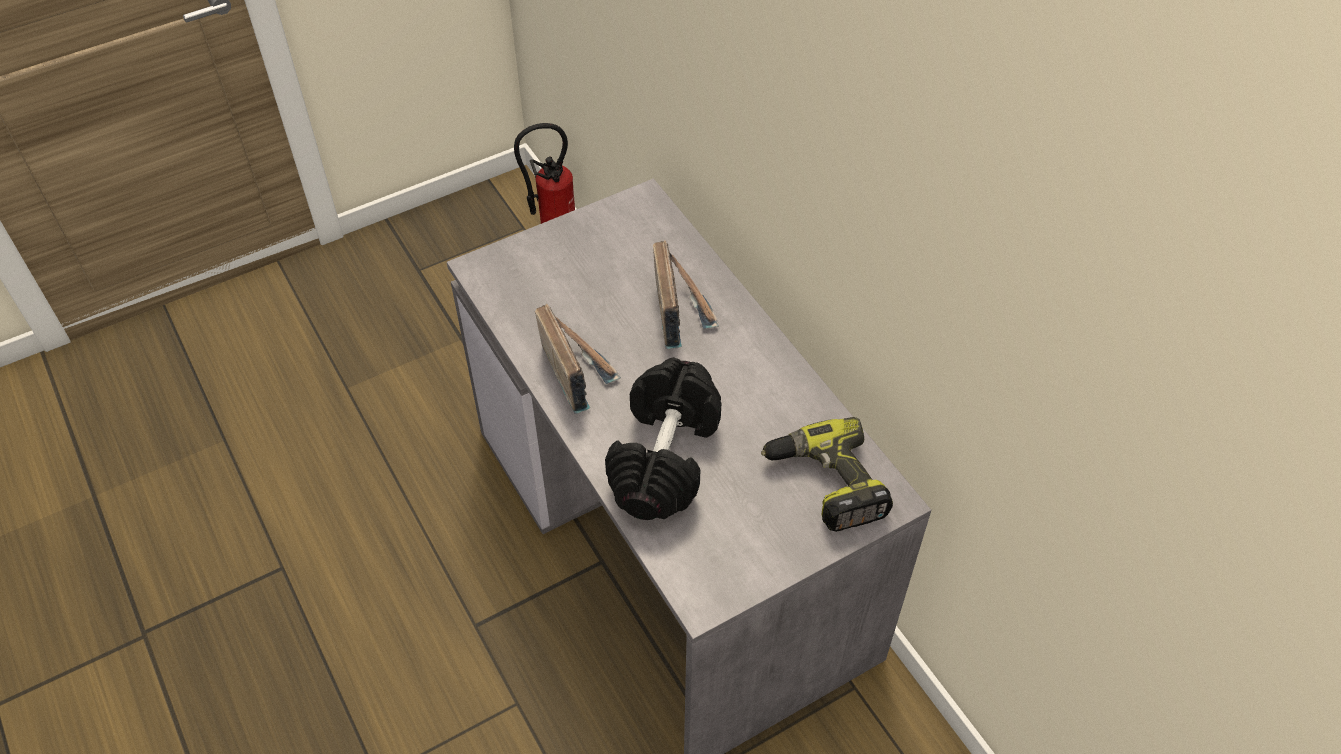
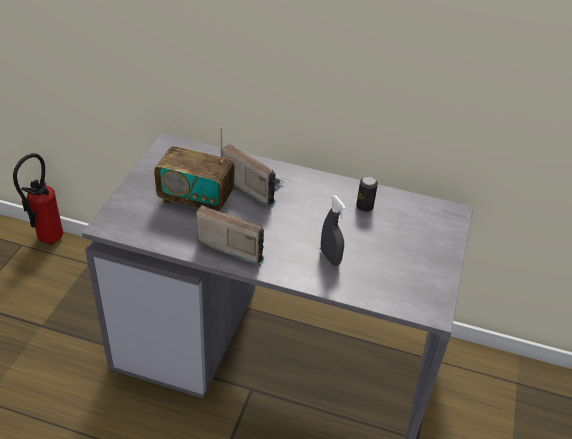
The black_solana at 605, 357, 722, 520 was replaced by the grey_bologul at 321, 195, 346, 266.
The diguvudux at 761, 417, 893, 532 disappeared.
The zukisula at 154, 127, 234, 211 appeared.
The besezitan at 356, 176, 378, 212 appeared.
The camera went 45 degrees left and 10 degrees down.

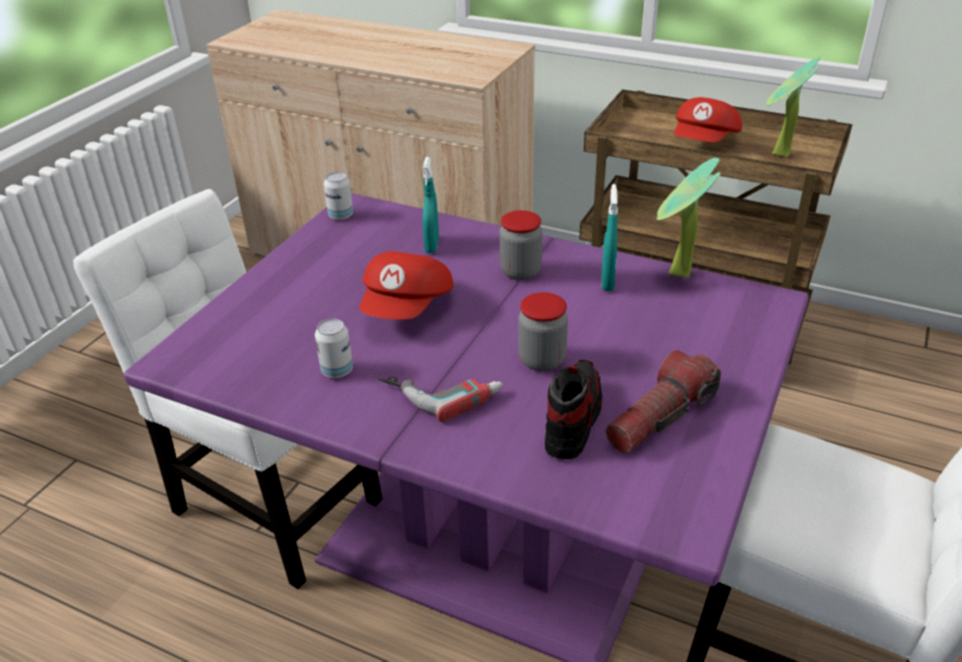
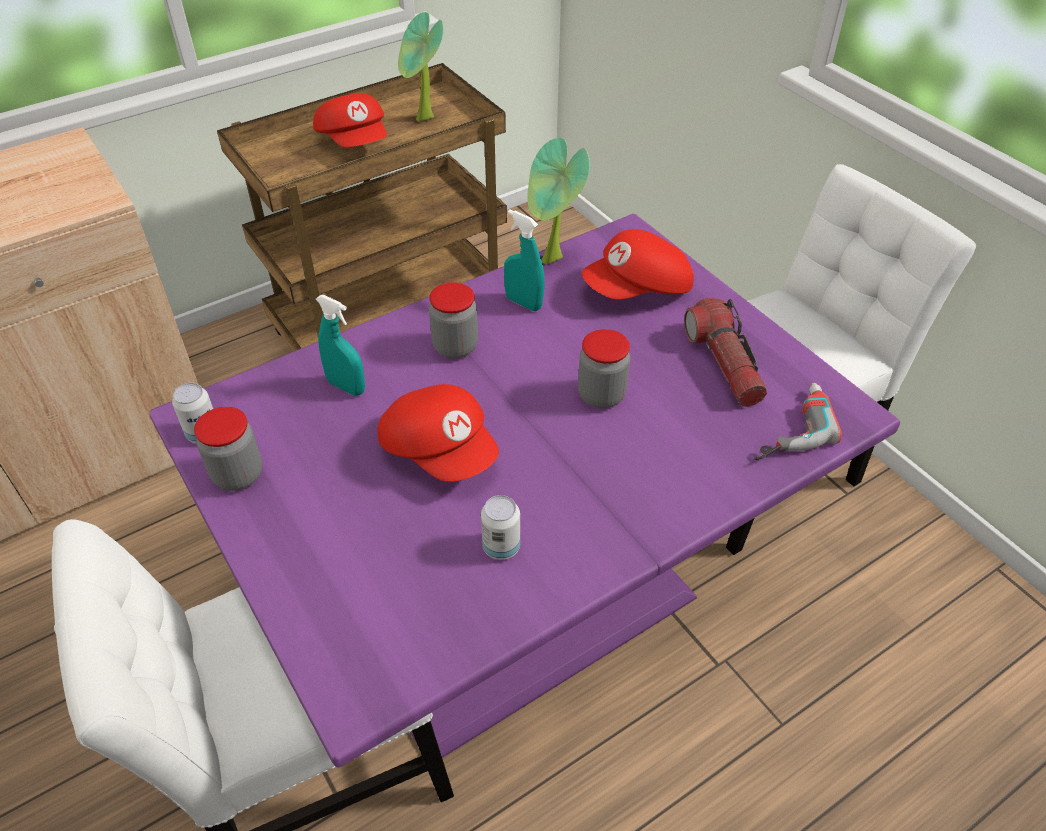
The diguvudux moved from 377, 376, 503, 422 to 754, 383, 842, 460.
The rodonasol at 545, 360, 602, 459 disappeared.
The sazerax at 194, 407, 262, 491 appeared.
The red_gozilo at 582, 229, 694, 300 appeared.
The camera went 60 degrees left and 10 degrees up.

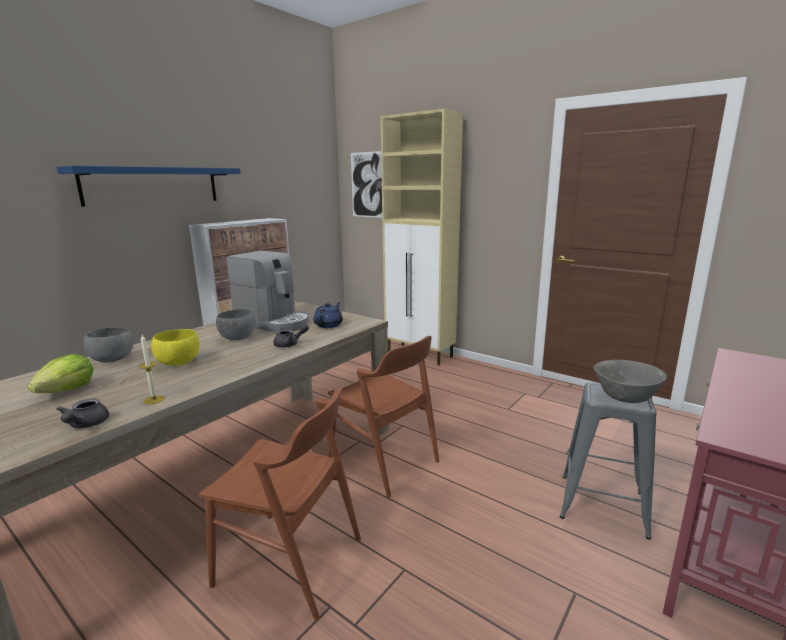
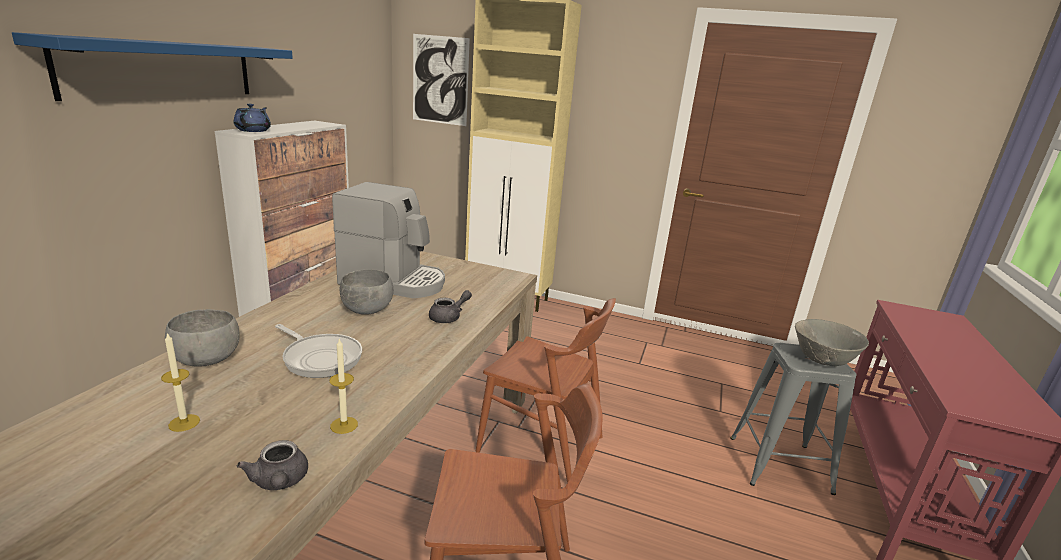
The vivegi at 28, 354, 94, 393 was replaced by the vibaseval at 161, 332, 200, 432.
The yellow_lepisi at 151, 329, 199, 366 was replaced by the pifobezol at 275, 324, 362, 378.
The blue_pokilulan moved from 314, 302, 343, 328 to 234, 104, 271, 132.
The camera went 20 degrees left and 5 degrees up.

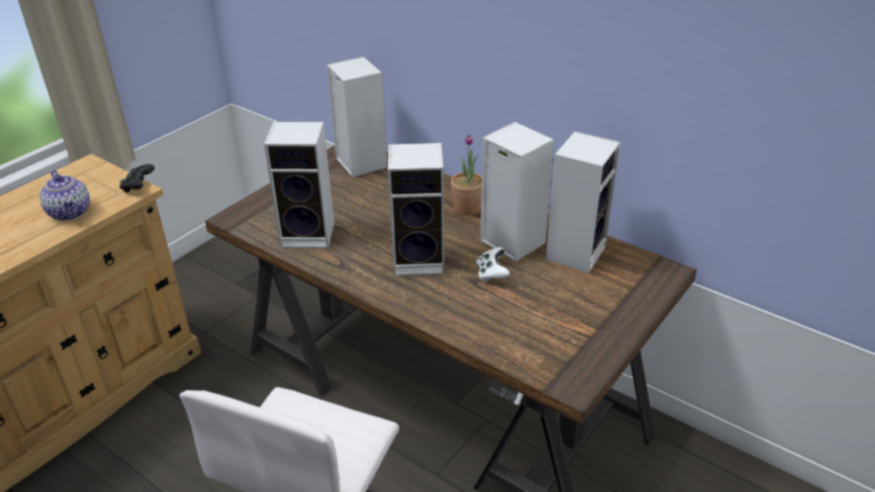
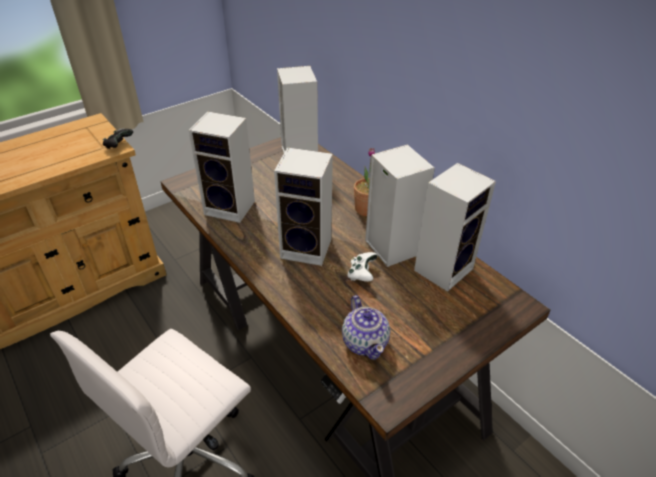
The pokilulan moved from 40, 170, 90, 221 to 342, 295, 390, 360.
The camera went 15 degrees right and 5 degrees up.

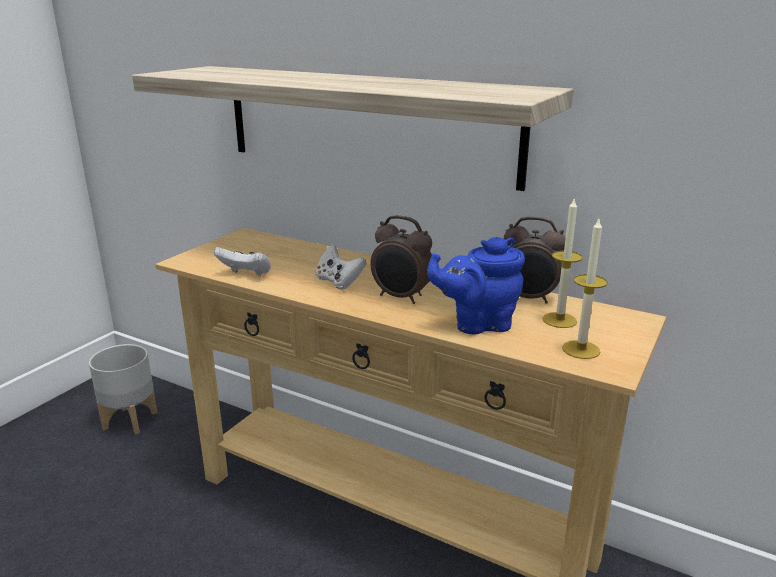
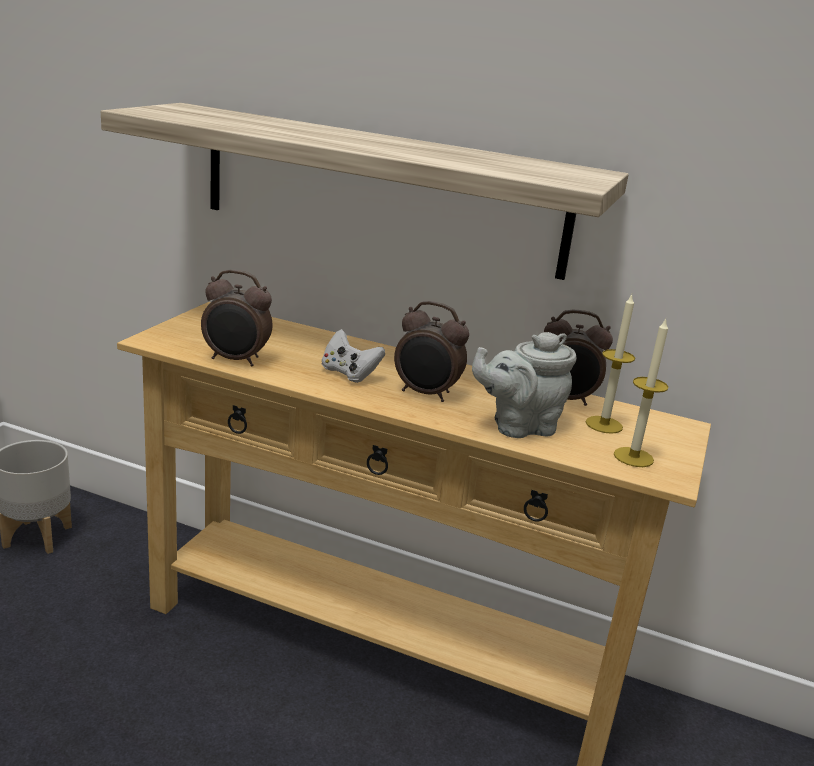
The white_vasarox at 214, 247, 271, 276 was replaced by the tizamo at 201, 270, 272, 366.
The blue_pokilulan at 427, 237, 525, 335 became the grey_pokilulan at 472, 332, 577, 438.
The camera went 10 degrees left and 0 degrees up.

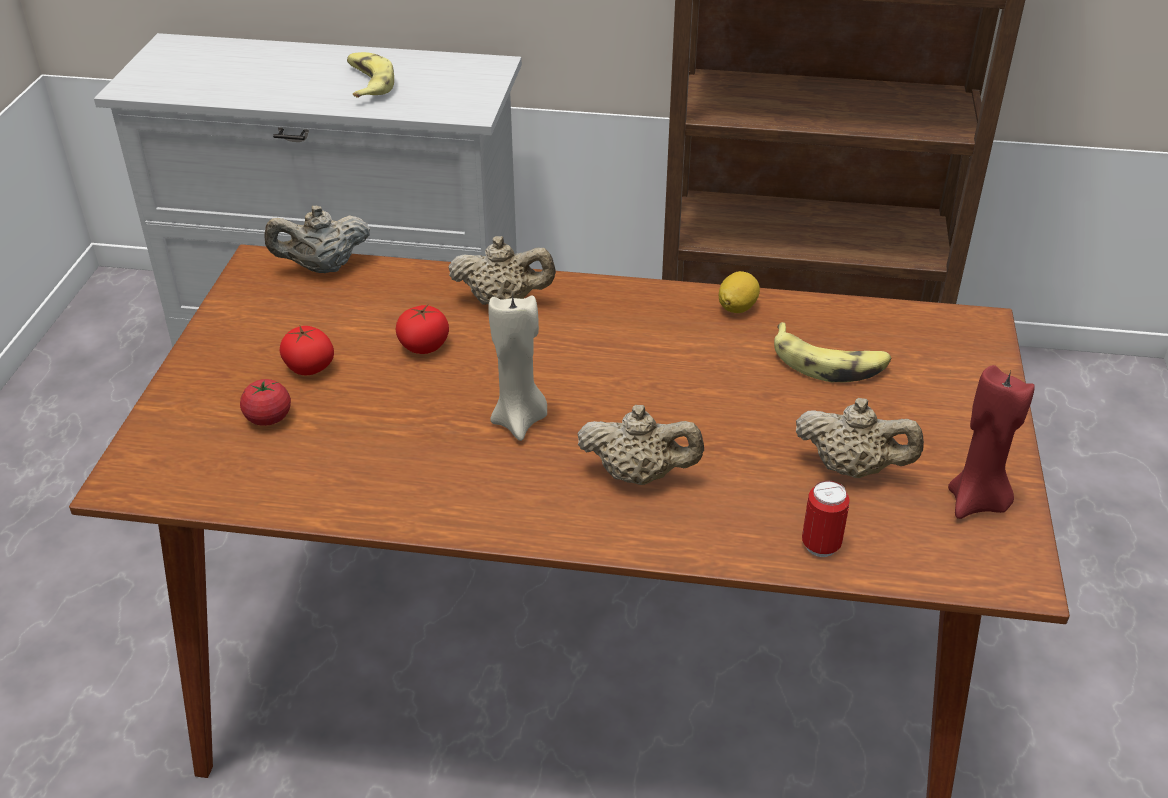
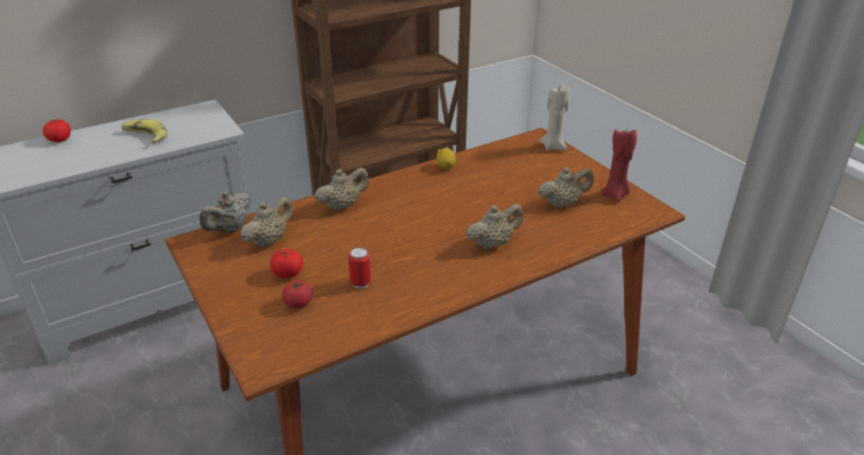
The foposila moved from 396, 305, 449, 354 to 43, 119, 71, 142.
The beige_vibaseval moved from 488, 293, 547, 441 to 539, 85, 570, 151.
The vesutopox at 774, 322, 891, 382 disappeared.
The besezitan moved from 802, 481, 850, 557 to 348, 247, 371, 289.
The beige_pokilulan at 241, 197, 294, 247 appeared.
The camera went 40 degrees left and 5 degrees down.

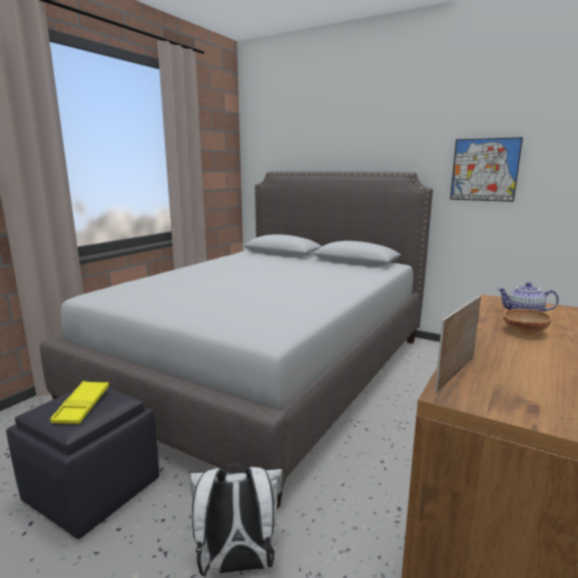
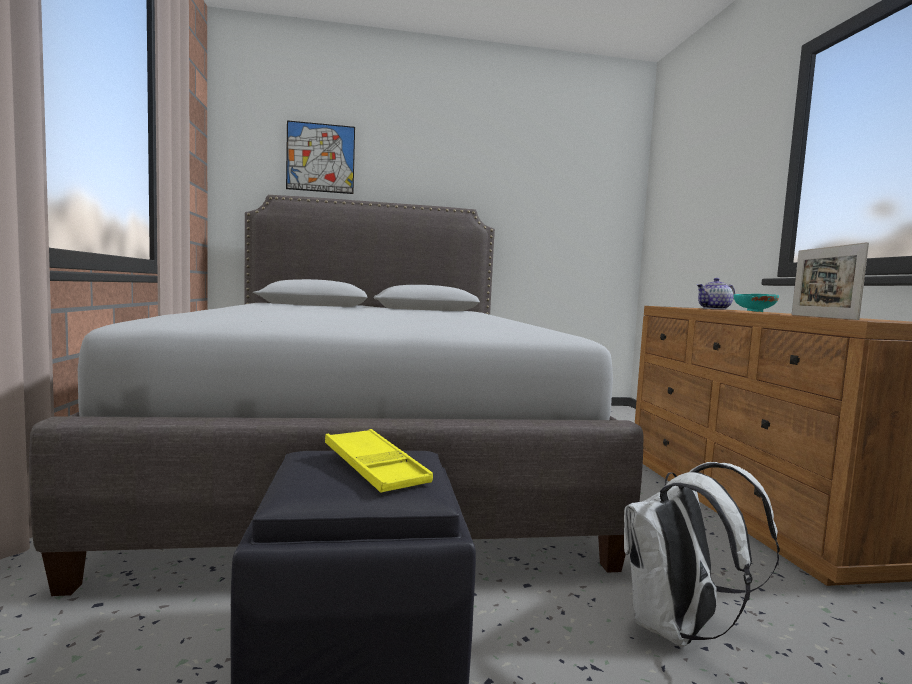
The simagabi moved from 450, 137, 523, 202 to 286, 120, 355, 194.
The brown_lepisi at 503, 309, 552, 335 became the turquoise_lepisi at 734, 294, 779, 312.
The camera went 40 degrees left and 10 degrees down.

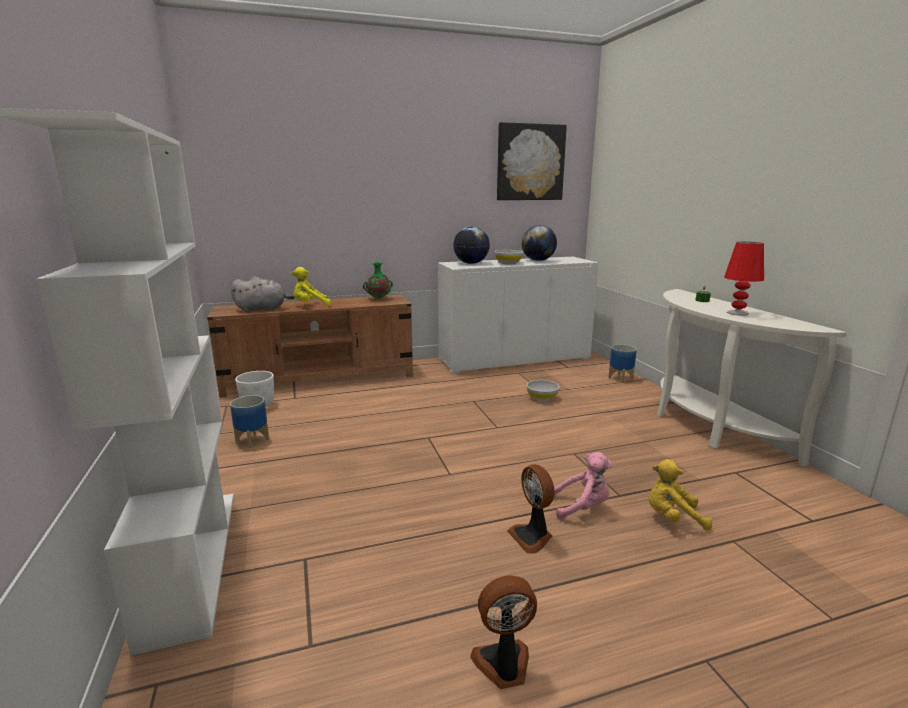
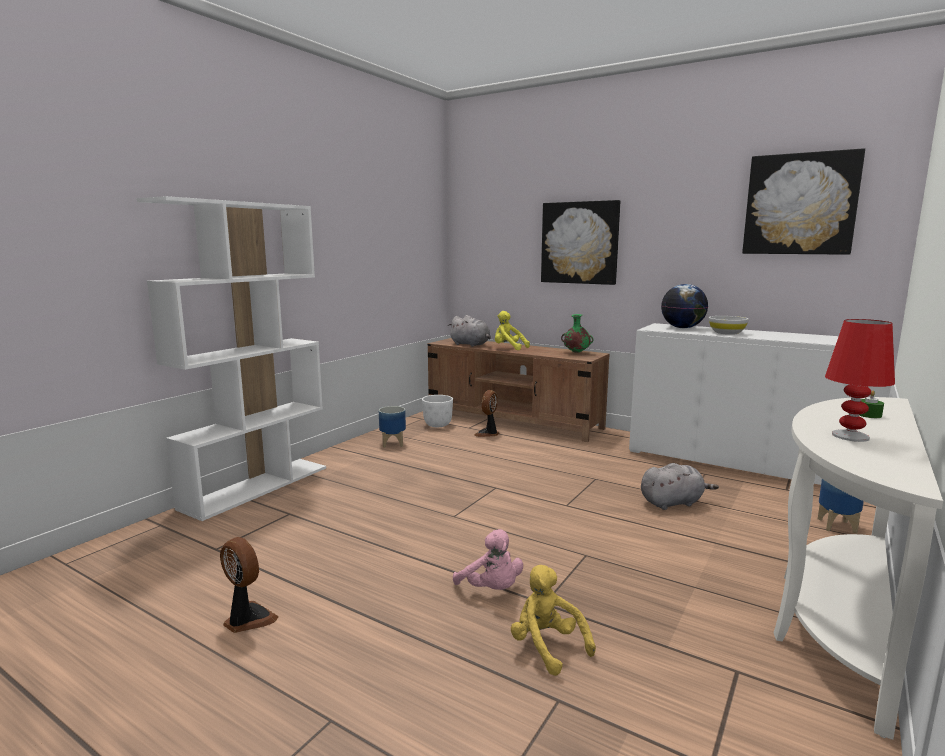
The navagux moved from 507, 464, 555, 554 to 474, 390, 500, 437.
The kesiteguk at 522, 225, 557, 261 disappeared.
The white_lepisi at 527, 380, 559, 401 was replaced by the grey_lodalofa at 641, 463, 719, 510.
The simagabi at 541, 200, 620, 285 appeared.
The camera went 50 degrees right and 5 degrees down.

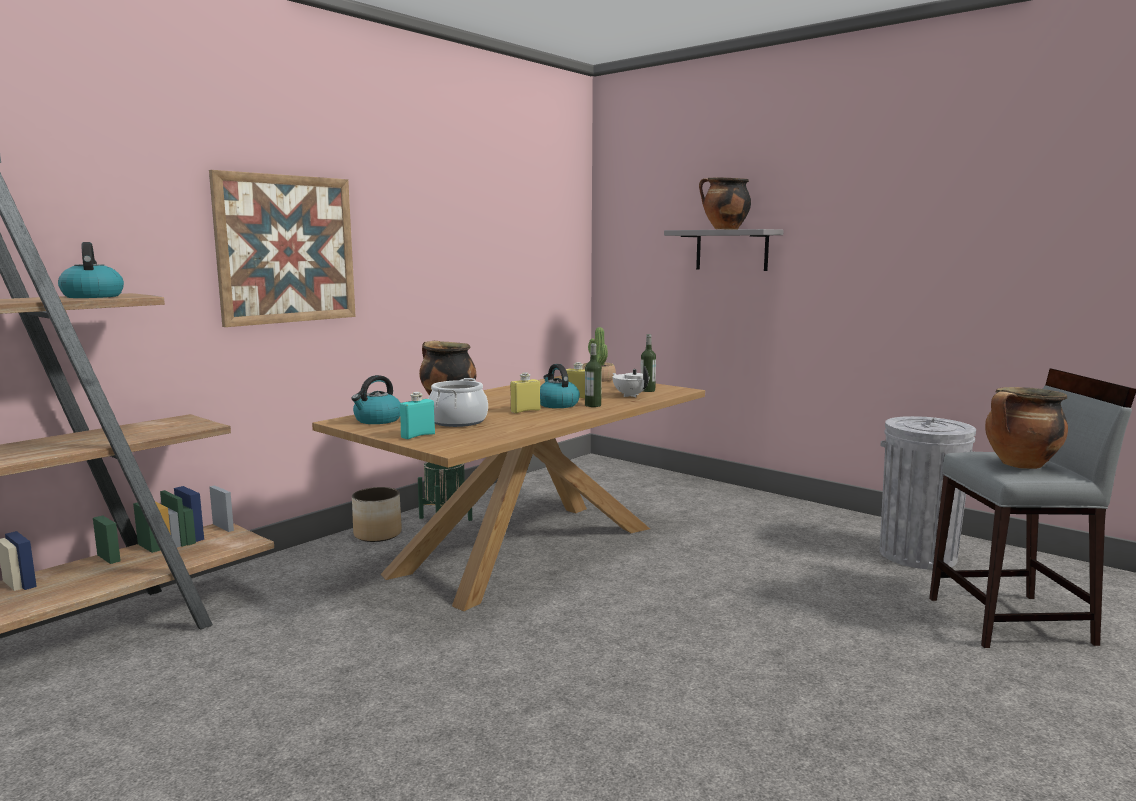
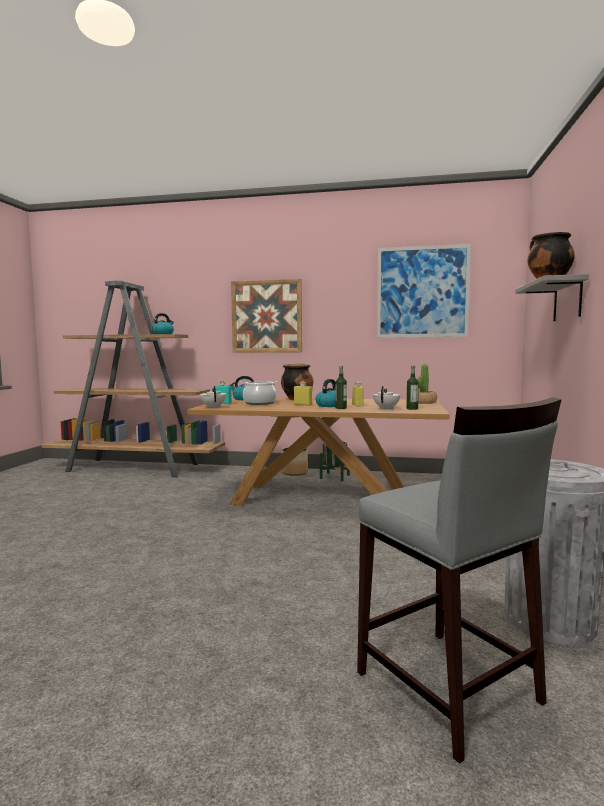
The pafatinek at 985, 387, 1068, 469 disappeared.
The white_pokilulan at 200, 386, 226, 408 appeared.
The simagabi at 377, 244, 471, 338 appeared.
The camera went 60 degrees right and 5 degrees down.

